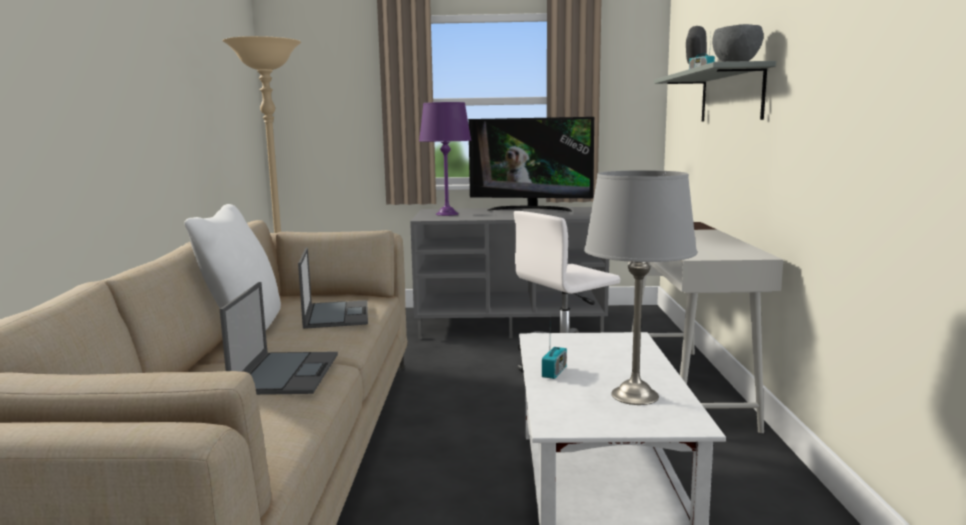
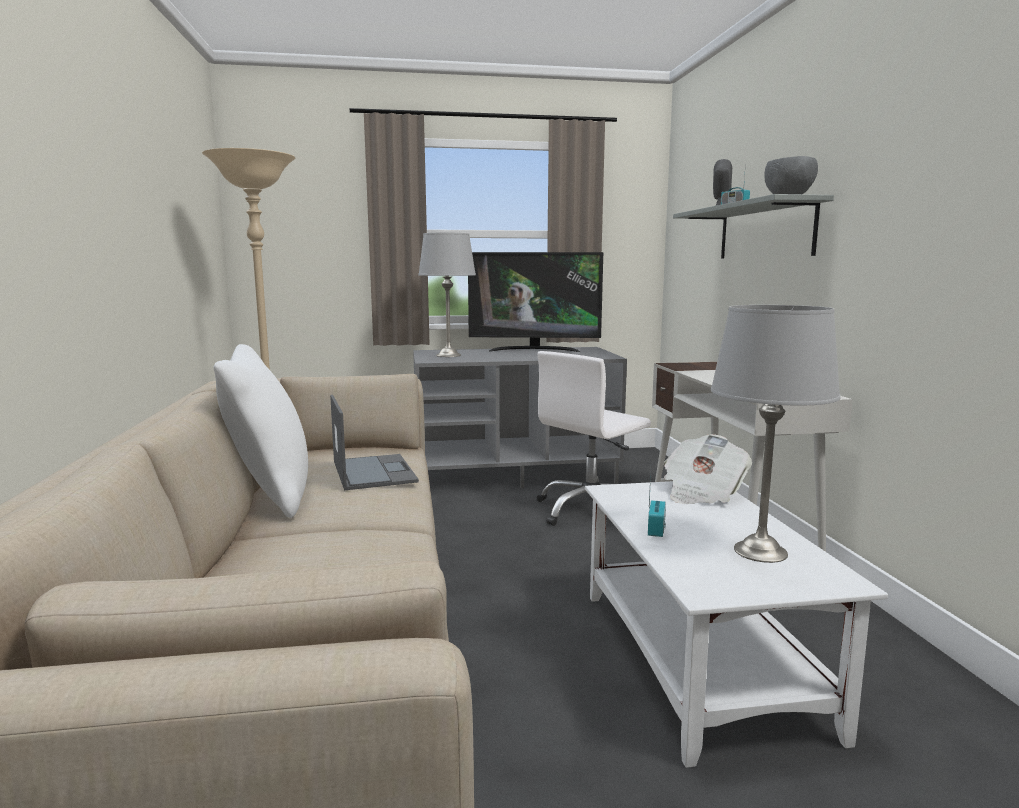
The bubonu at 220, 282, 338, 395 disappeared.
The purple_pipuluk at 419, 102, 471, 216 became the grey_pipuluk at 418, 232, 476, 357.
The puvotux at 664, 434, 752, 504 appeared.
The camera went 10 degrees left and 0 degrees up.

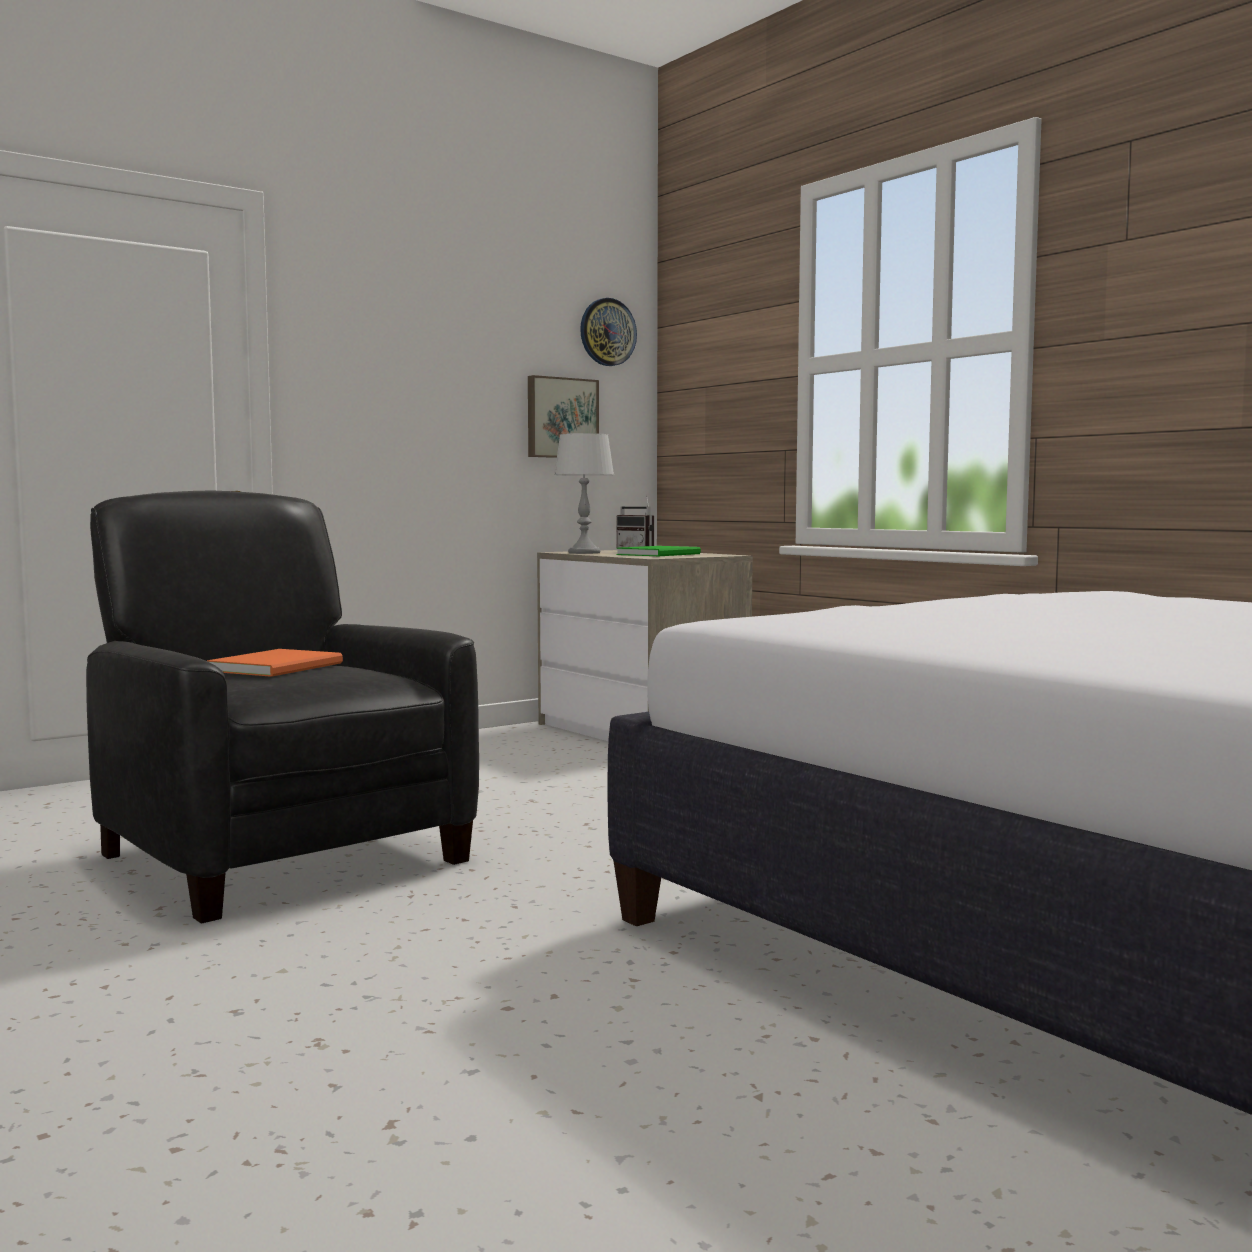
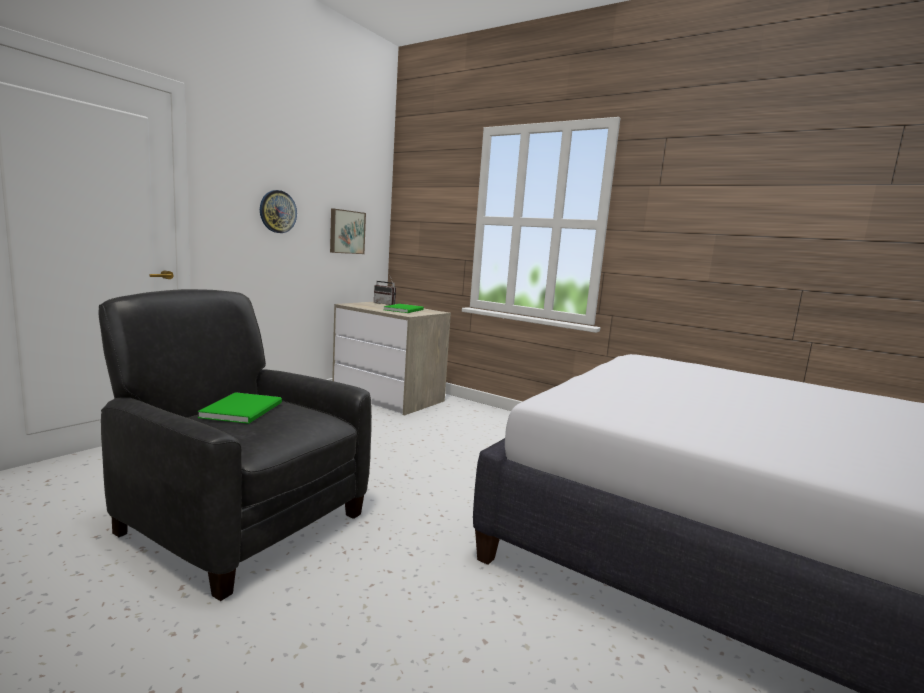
The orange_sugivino at 207, 649, 343, 677 became the green_sugivino at 198, 392, 282, 424.
The grey_pipuluk at 554, 433, 614, 554 disappeared.
The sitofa moved from 580, 298, 637, 366 to 260, 190, 297, 233.
The camera went 20 degrees left and 5 degrees up.

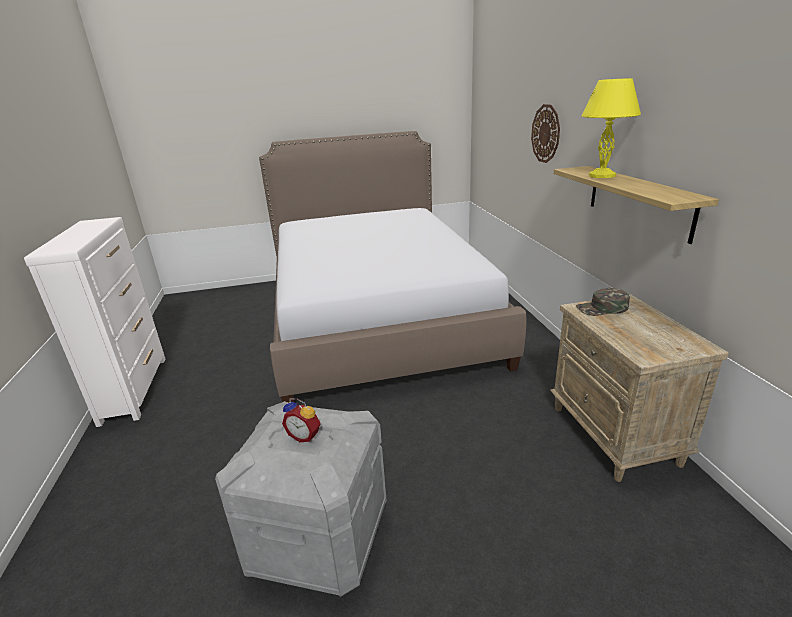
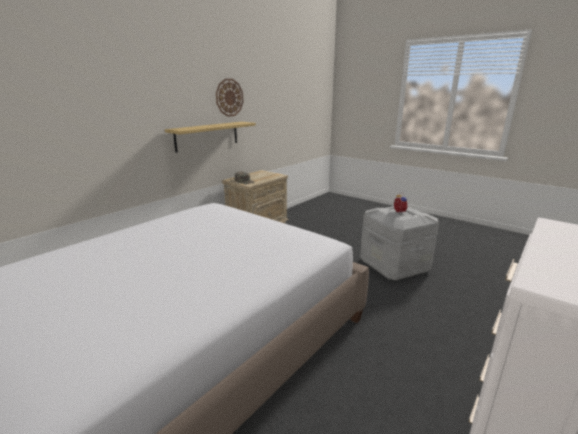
The sitofa moved from 531, 104, 560, 163 to 216, 79, 243, 117.
The yellow_pipuluk at 581, 78, 641, 178 disappeared.
The camera went 130 degrees left and 5 degrees down.

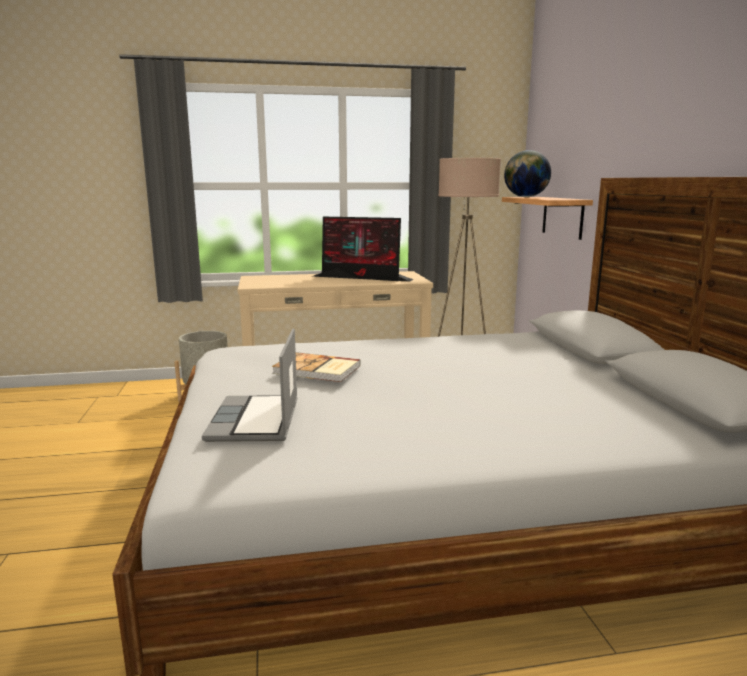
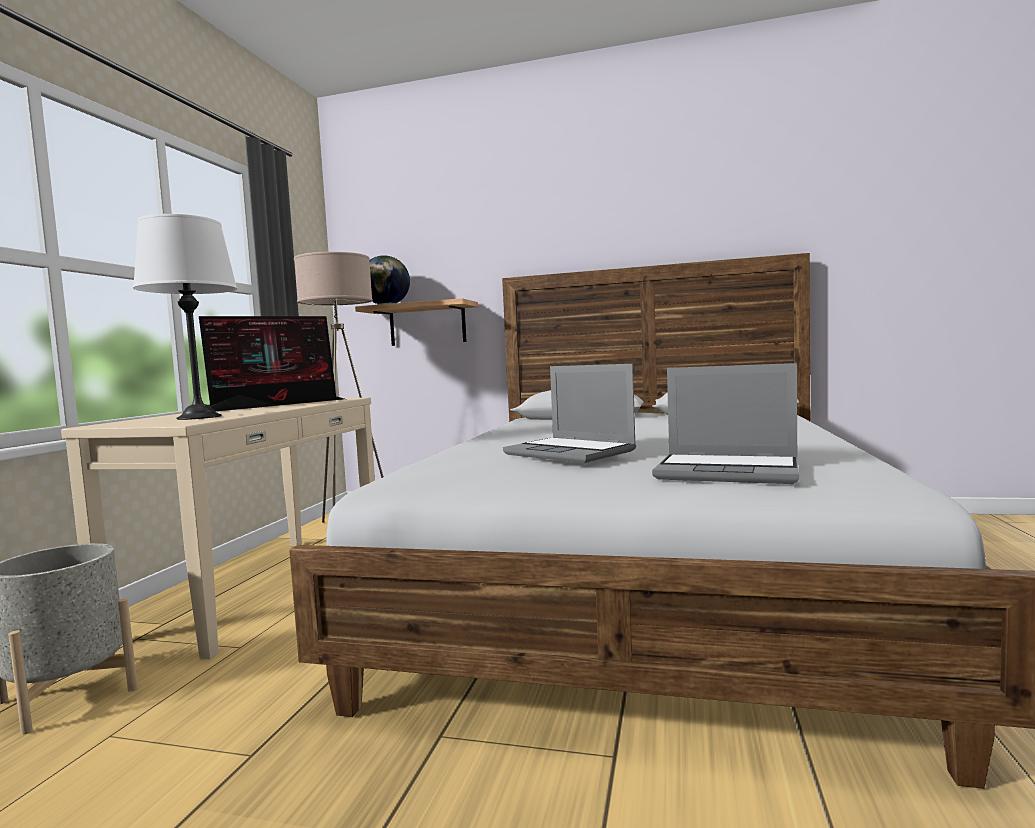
The sugivino at 272, 352, 361, 382 was replaced by the bubonu at 503, 364, 636, 463.
The white_pipuluk at 133, 214, 237, 420 appeared.
The camera went 65 degrees left and 10 degrees down.

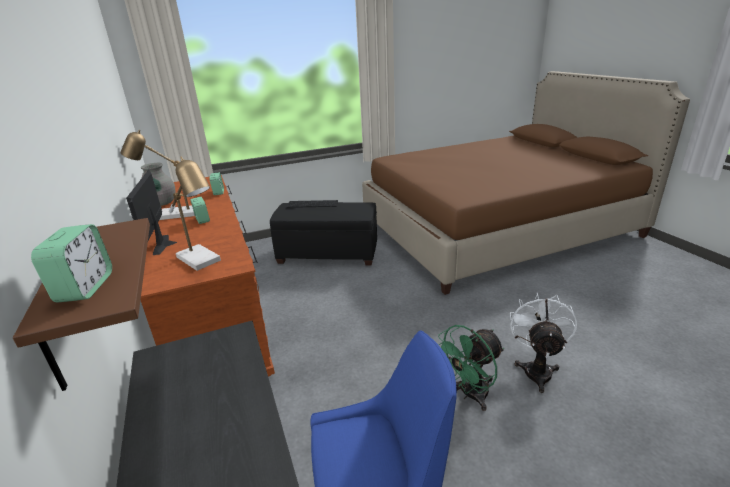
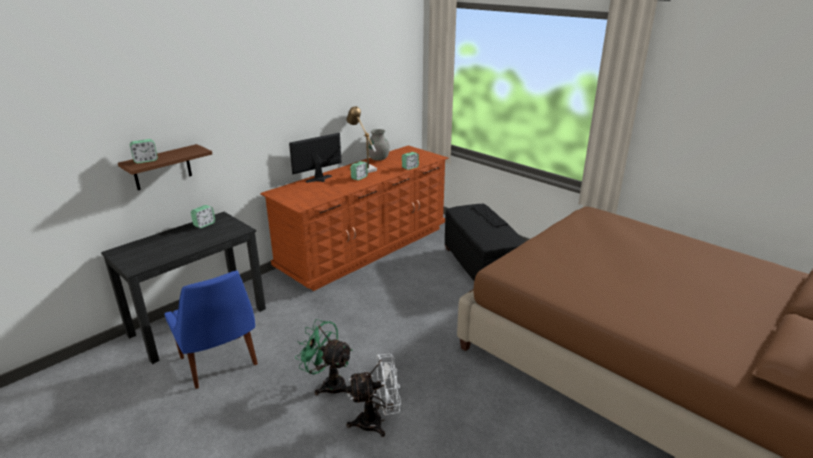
The pipuluk at 169, 157, 221, 271 disappeared.
The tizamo at 191, 205, 215, 228 appeared.
The camera went 65 degrees right and 0 degrees up.

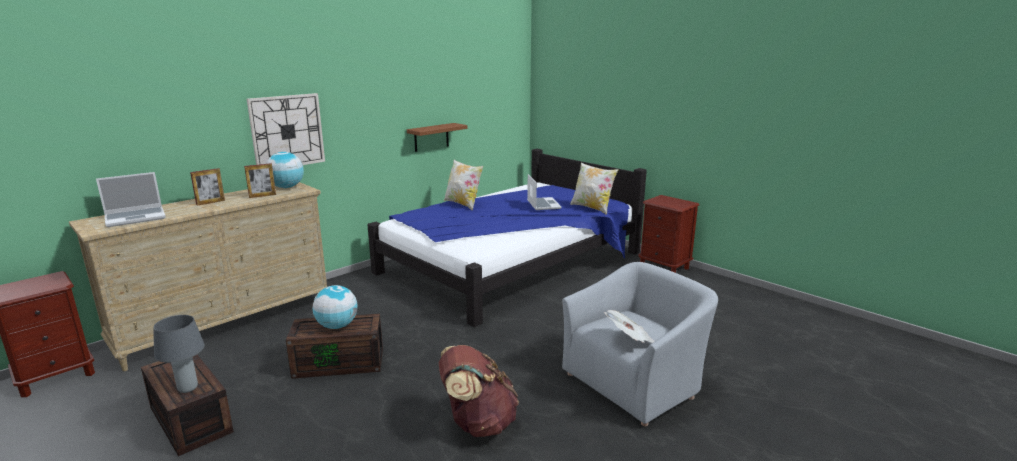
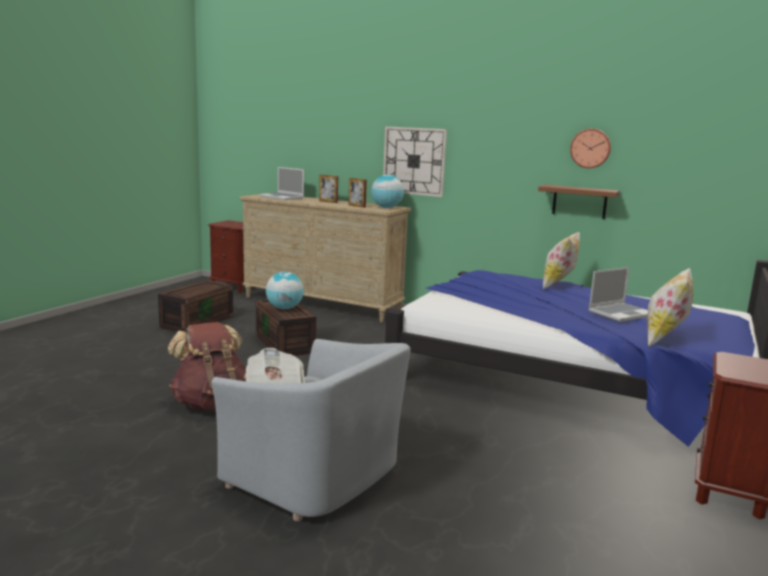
The grey_pipuluk at 153, 315, 205, 393 disappeared.
The sitofa at 570, 129, 611, 168 appeared.
The camera went 70 degrees right and 5 degrees down.

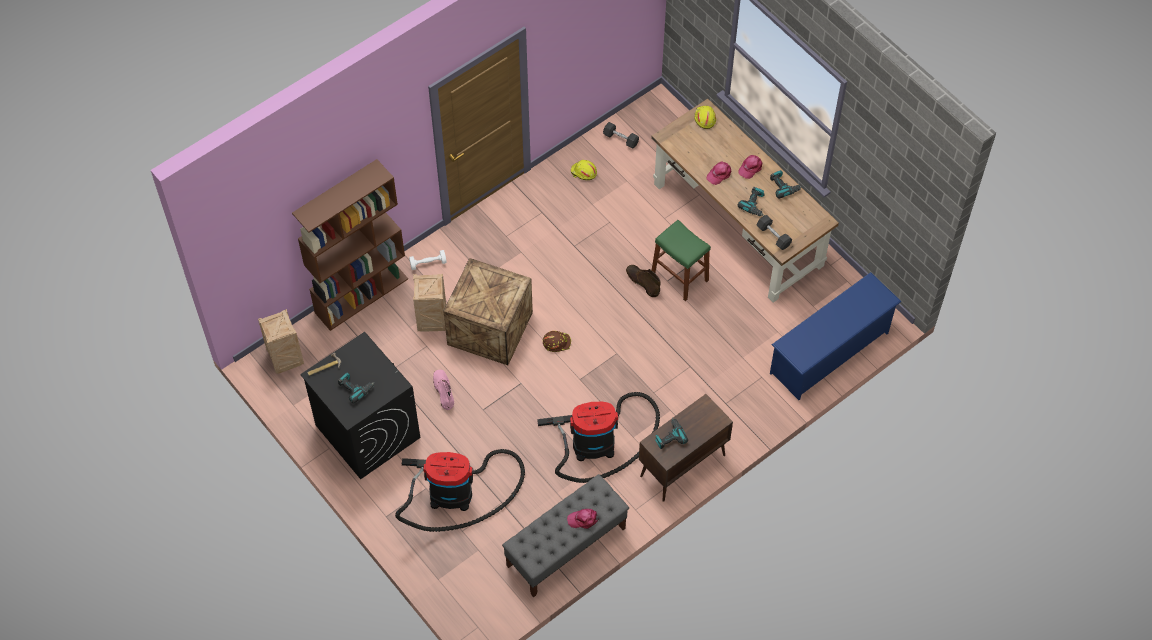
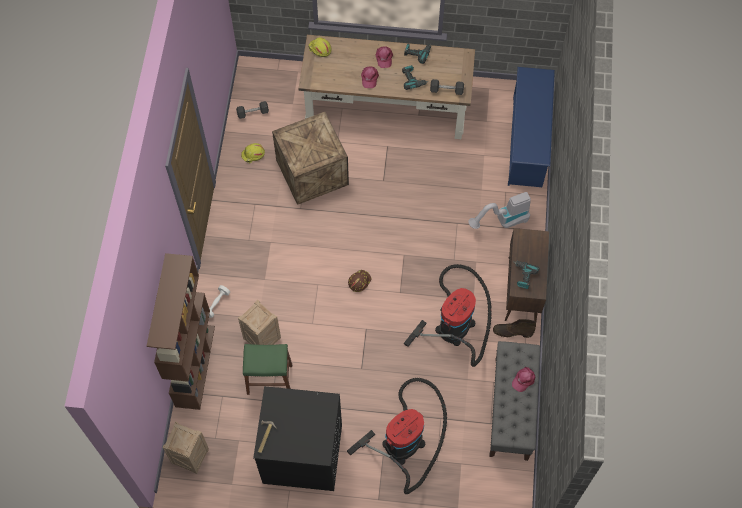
The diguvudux at 338, 373, 375, 404 disappeared.
The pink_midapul at 433, 370, 454, 410 disappeared.
The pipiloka moved from 443, 258, 533, 365 to 272, 112, 349, 205.
The brown_midapul moved from 626, 265, 661, 297 to 493, 319, 536, 338.
The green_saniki moved from 652, 220, 711, 301 to 243, 344, 292, 395.
The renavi at 468, 192, 531, 229 appeared.
The camera went 45 degrees left and 5 degrees up.

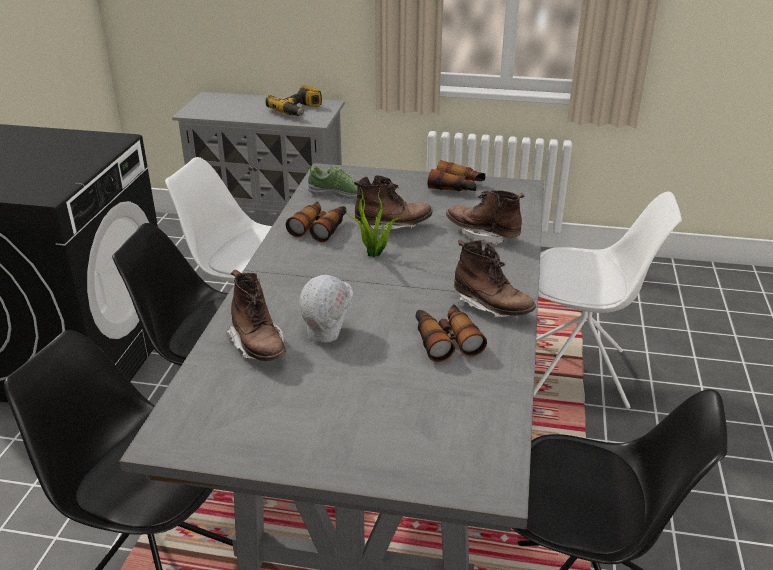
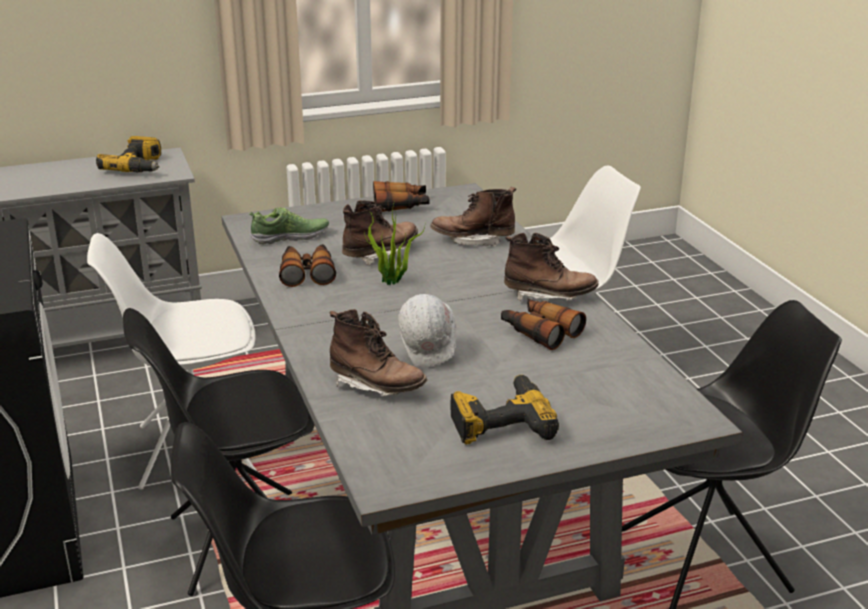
The diguvudux at 450, 374, 559, 444 appeared.
The camera went 30 degrees left and 5 degrees down.

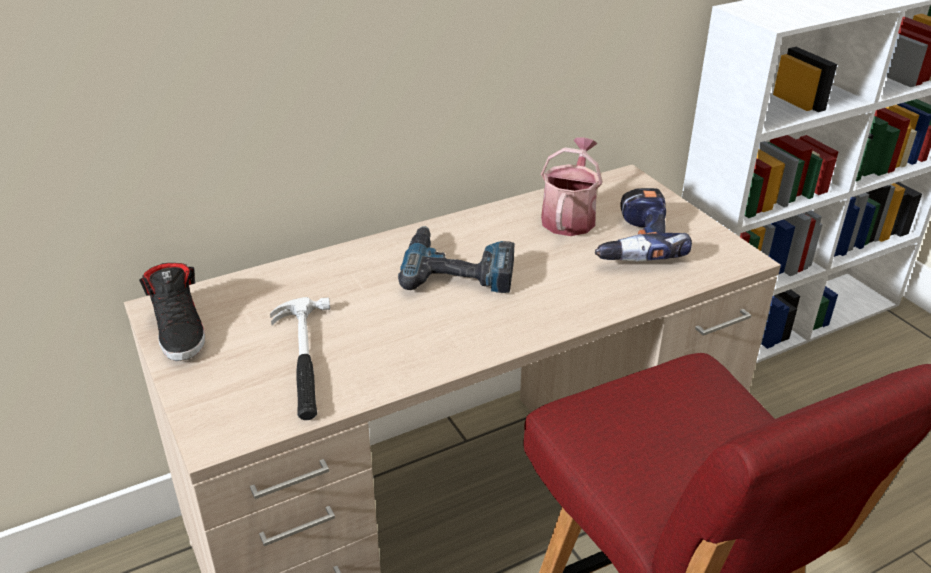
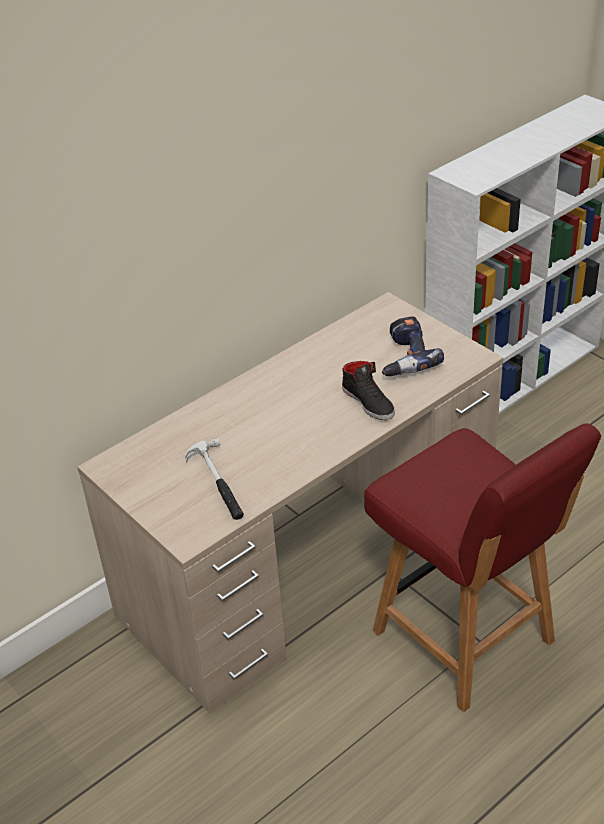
The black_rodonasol moved from 139, 263, 205, 361 to 342, 361, 395, 420.
The diguvudux at 398, 226, 515, 293 disappeared.
The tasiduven at 541, 137, 603, 236 disappeared.
The camera went 10 degrees left and 5 degrees up.

